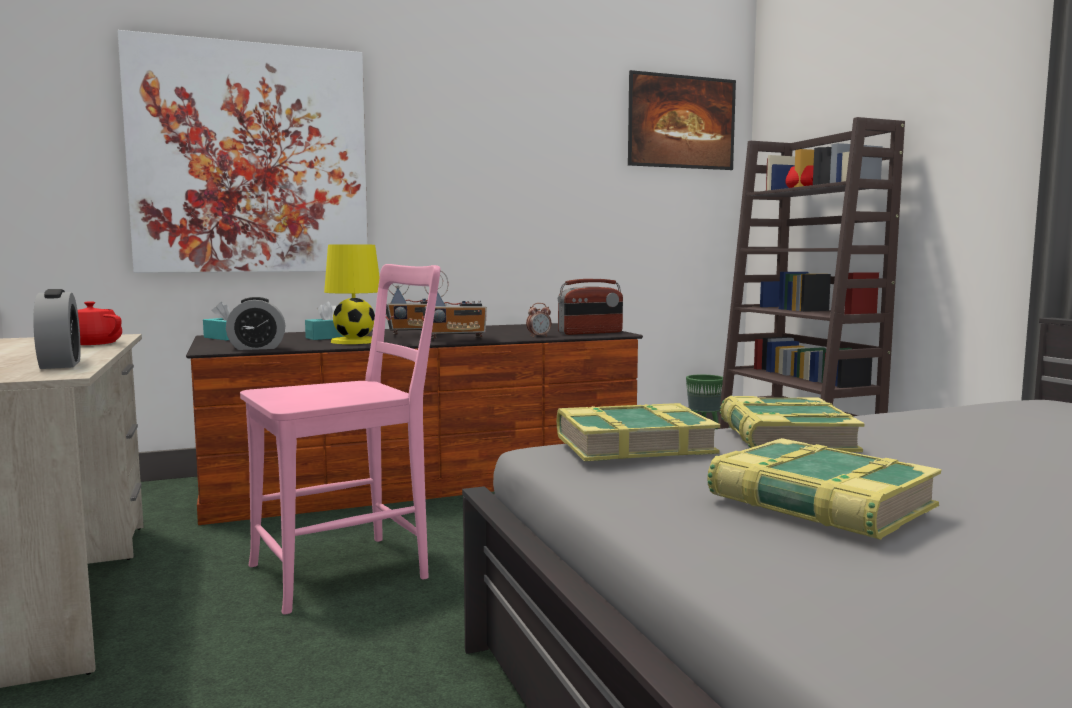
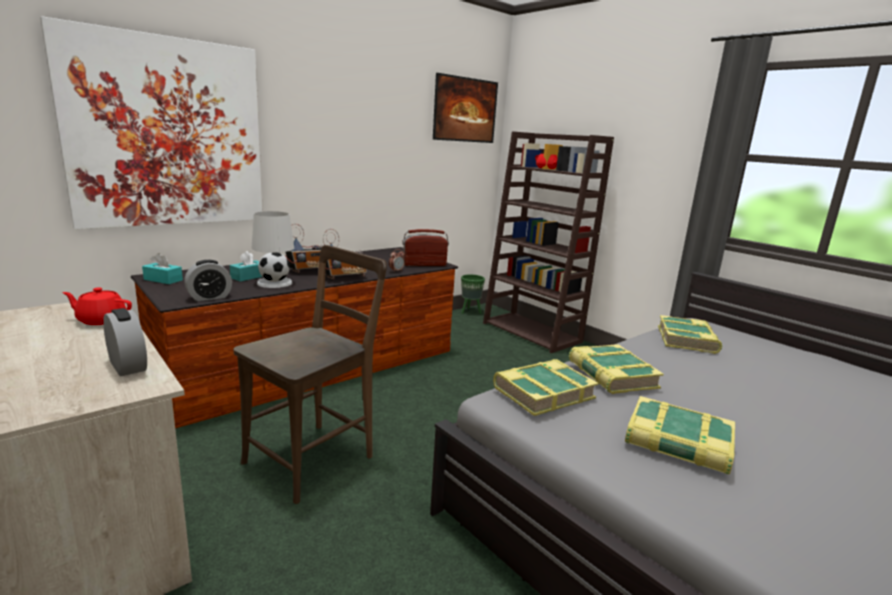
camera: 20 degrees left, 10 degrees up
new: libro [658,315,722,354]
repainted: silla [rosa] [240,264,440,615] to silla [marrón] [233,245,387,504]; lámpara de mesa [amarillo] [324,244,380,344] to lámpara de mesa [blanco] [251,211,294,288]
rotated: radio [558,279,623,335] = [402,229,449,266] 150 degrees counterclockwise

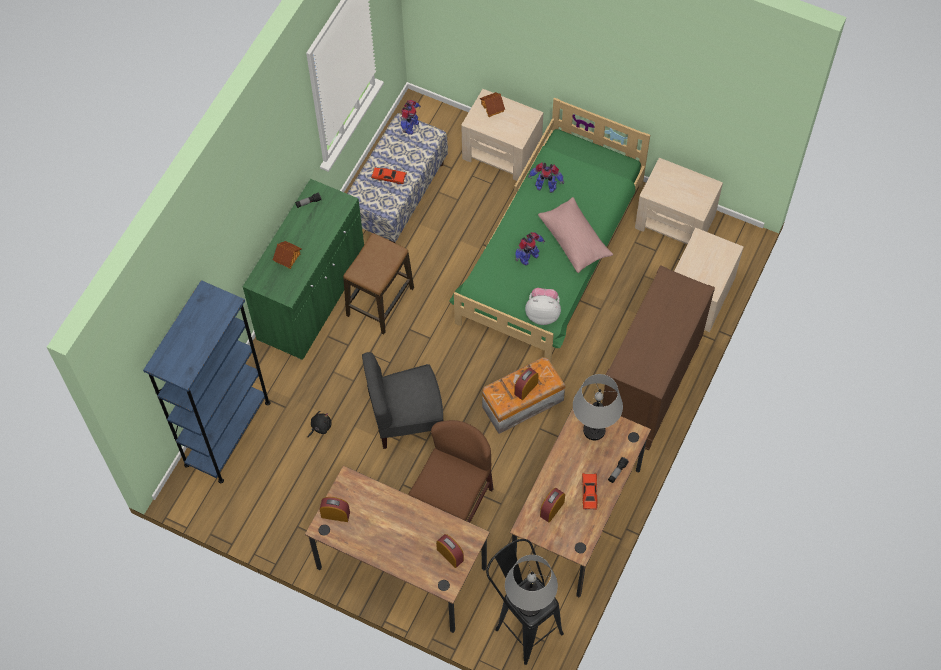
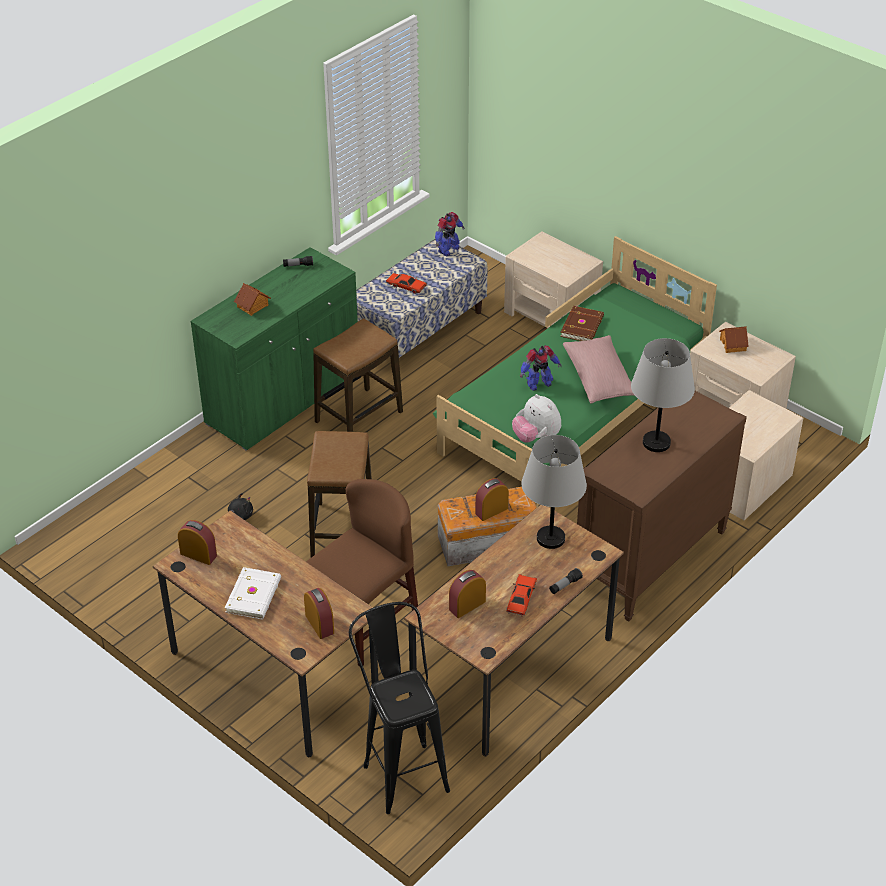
camera: 15 degrees right, 20 degrees down
gone: estantería [azul] [143,280,270,483]
new: libro [blanco] [225,567,281,620]
shifted: casita [480,92,505,117] to [719,326,749,353]; lámpara de mesa [gris] [505,555,558,617] to [631,338,695,452]
swapped: silla [gris] [362,352,443,449] to taburete [307,431,372,557]; robot de juguete [528,162,564,192] to libro [marrón] [560,306,604,341]
rotated: peluche [525,288,561,325] = [512,394,561,443] 150 degrees counterclockwise

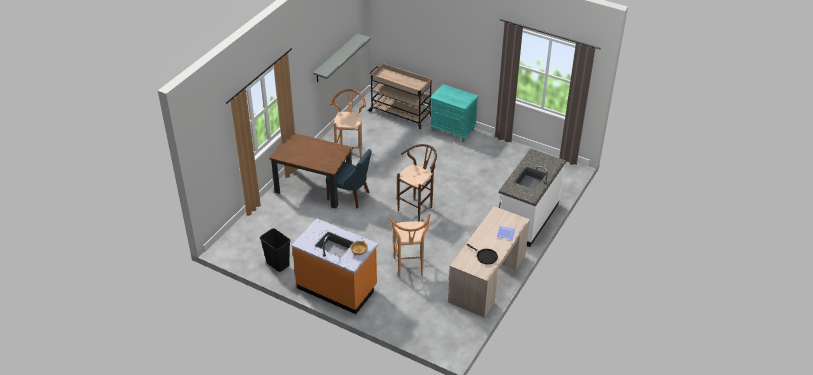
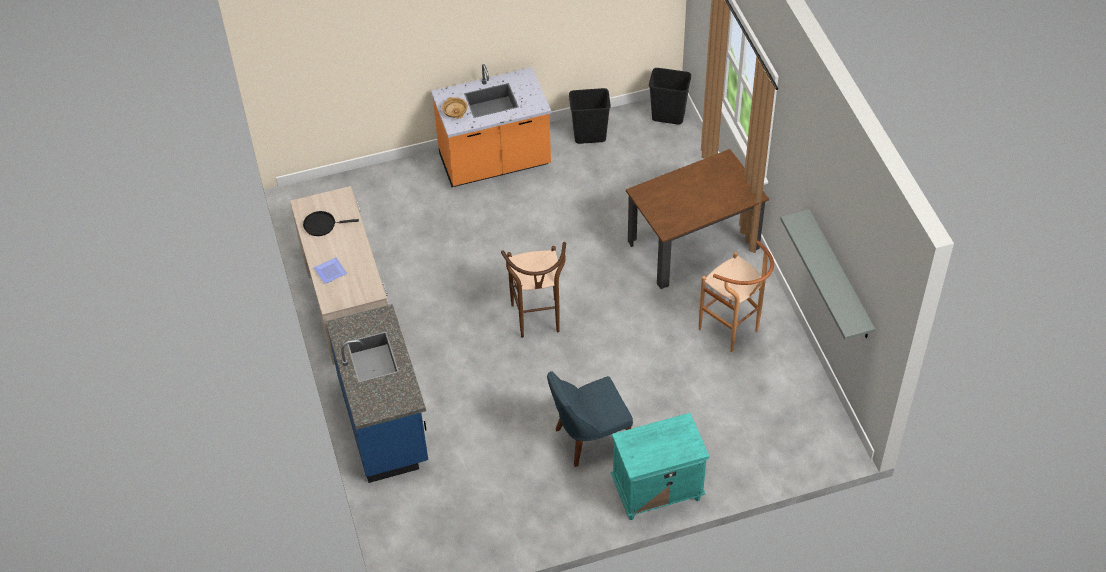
camera: 135 degrees right, 10 degrees up
gone: carrito [beis] [368,63,432,129]; taburete [marrón] [389,214,430,277]
new: papelera [negro] [649,68,691,125]
shifted: silla [azul] [326,149,371,209] to [547,371,633,467]
repainted: mueble bajo de cocina [blanco] [499,148,566,247] to mueble bajo de cocina [azul] [326,304,428,483]

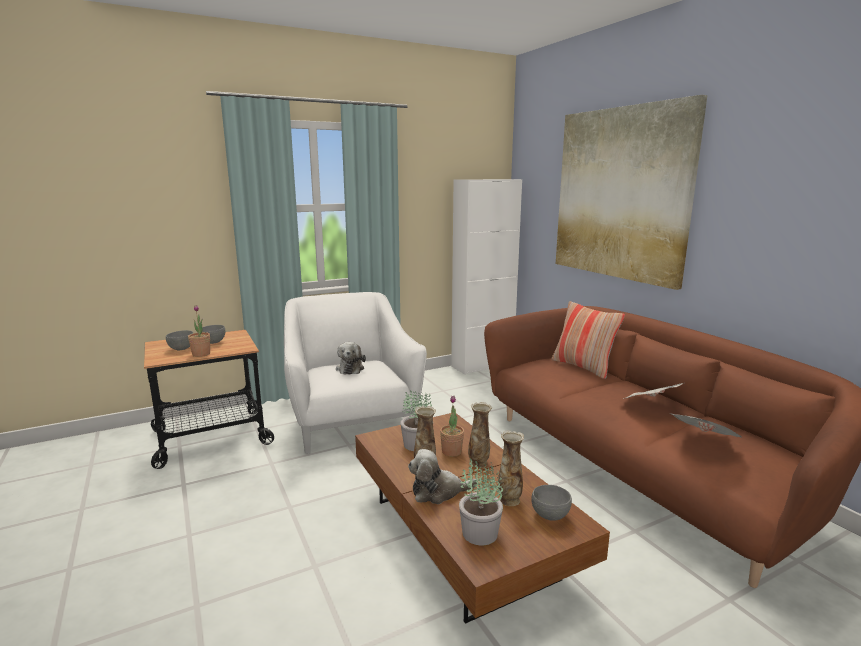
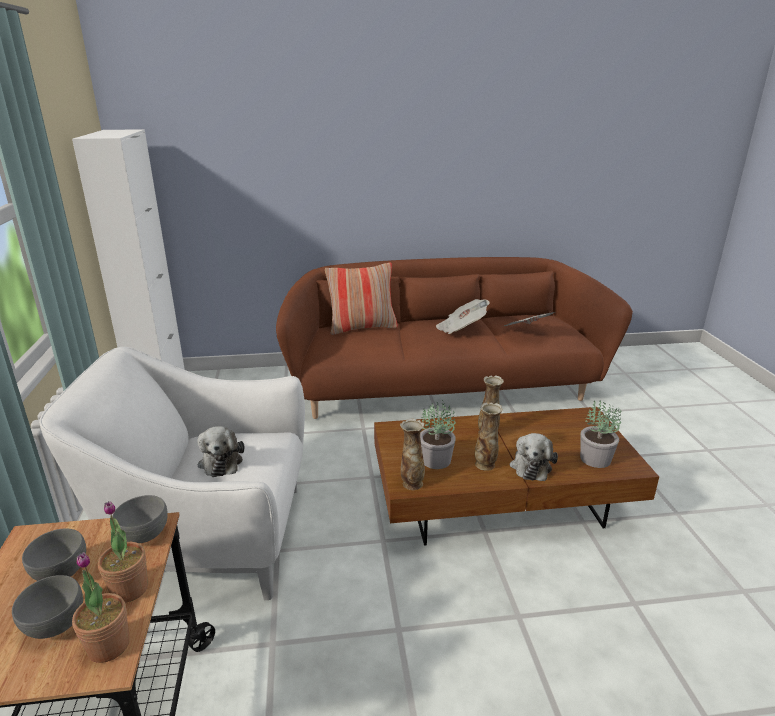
camera: 70 degrees left, 10 degrees up
gone: cuadro [556,95,707,290]
shifted: planta en maceta [440,396,464,457] to [72,552,130,663]; florero [498,430,524,506] to [400,419,425,490]; cuenco [gris] [531,485,572,521] to [112,495,168,543]
rotated: peluche [336,342,366,375] = [198,426,244,477] 60 degrees clockwise

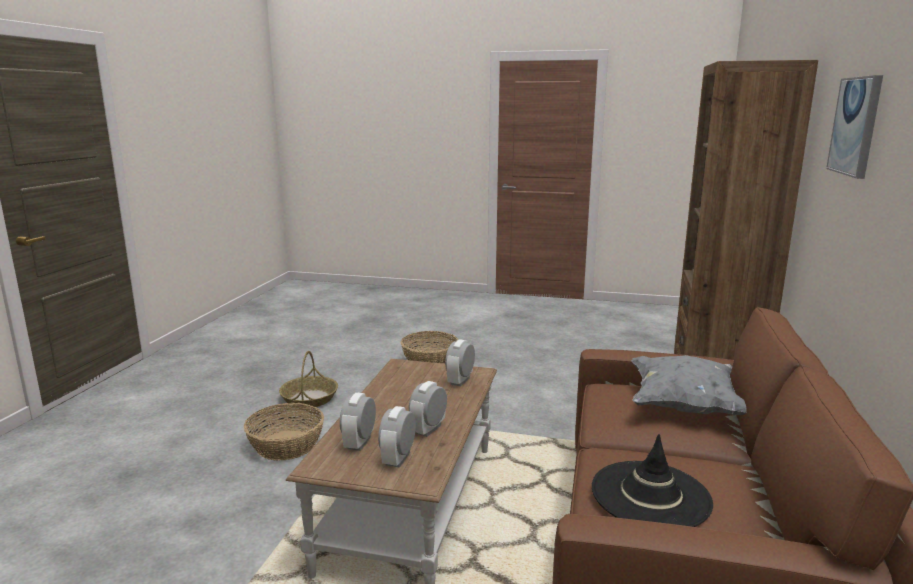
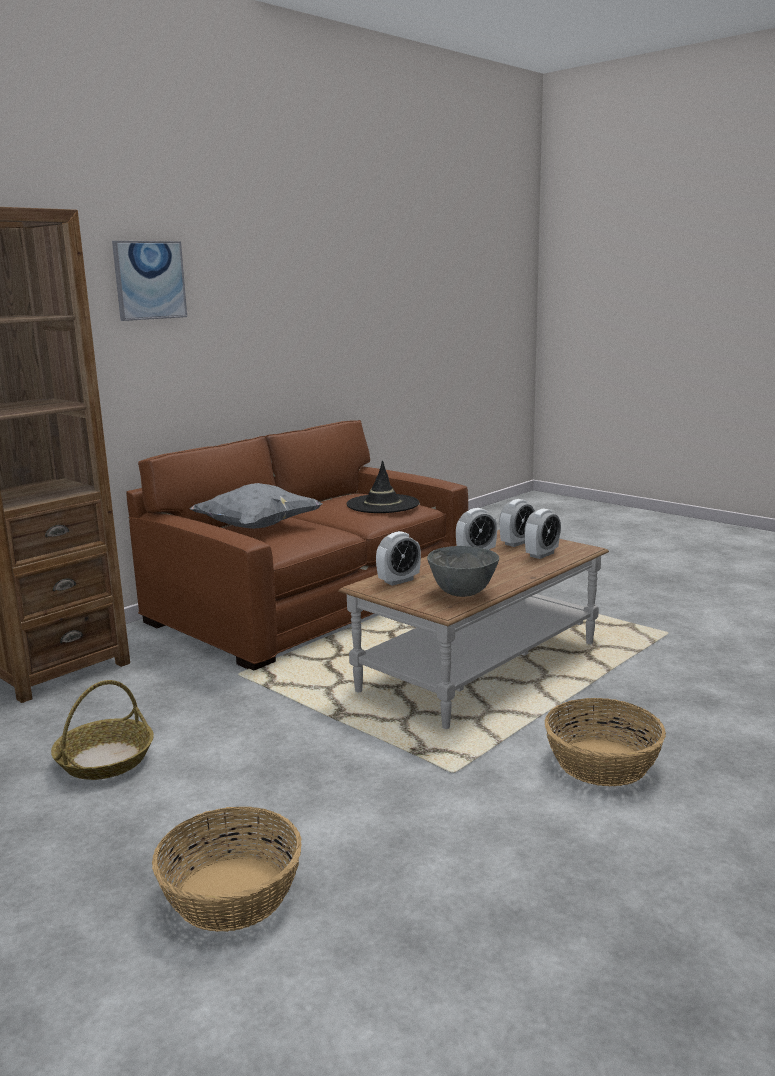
camera: 150 degrees left, 0 degrees up
new: cuenco [gris] [427,546,499,597]
shifted: cesta [279,351,338,407] to [51,680,154,780]

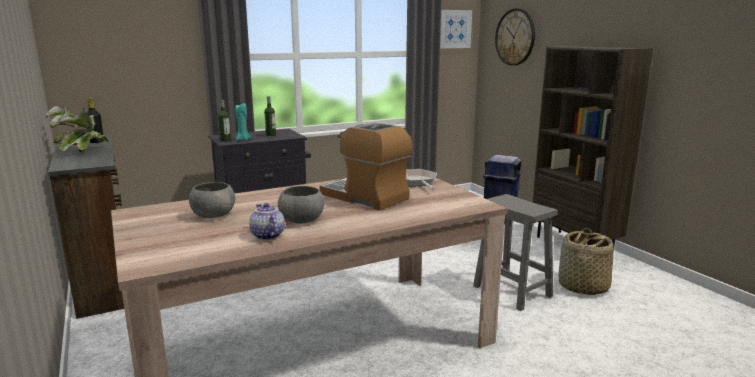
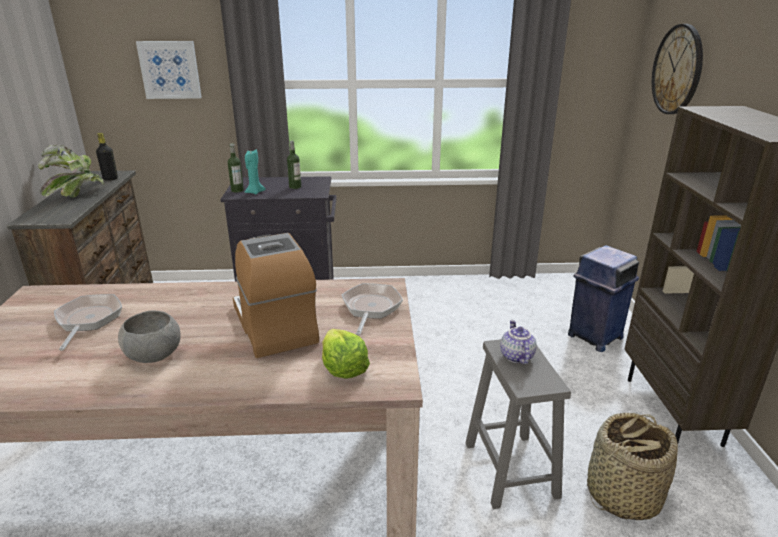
camera: 25 degrees right, 10 degrees up
new: lechuga [322,329,370,379]
shifted: tetera [249,203,285,240] to [500,320,537,365]; cuadro [440,10,472,48] to [136,41,202,99]
swapped: cuenco [gris] [189,182,235,218] to sartén [54,294,122,351]

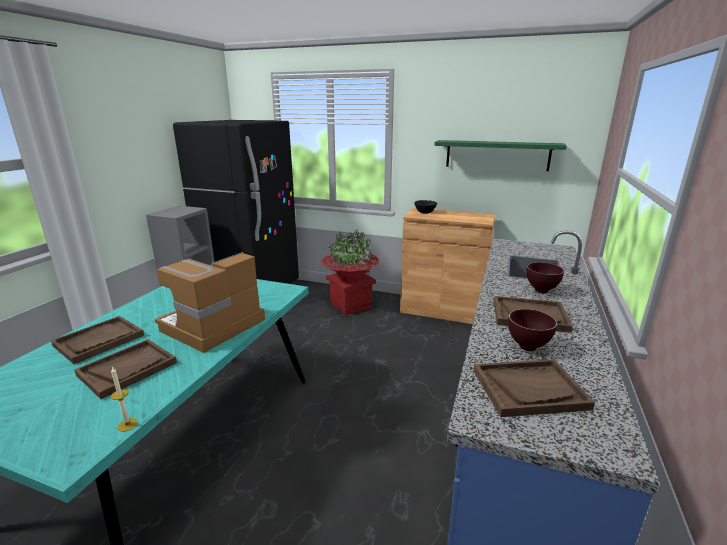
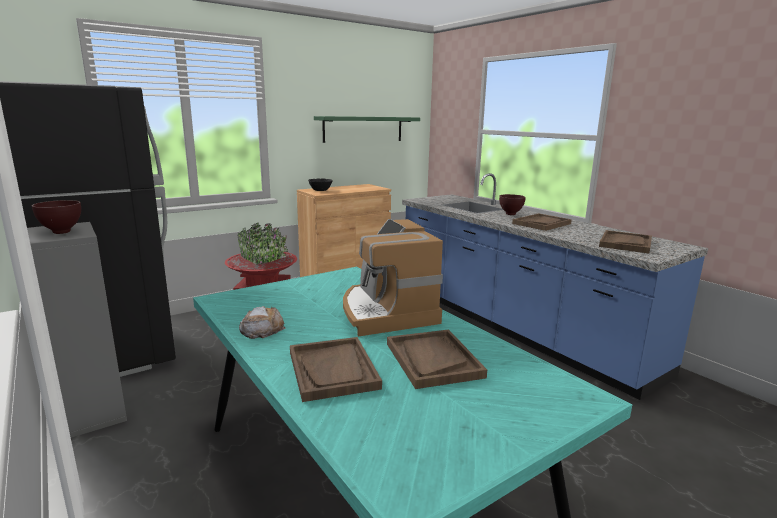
camera: 55 degrees left, 5 degrees down
gone: vela [111,367,138,432]
new: pan [239,306,286,339]
shifted: cuenco [marrón] [508,309,557,351] to [32,200,81,234]

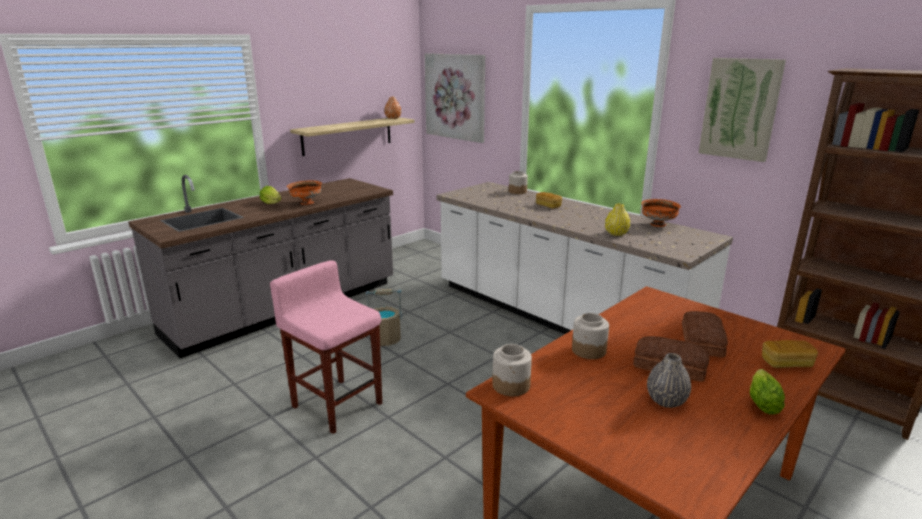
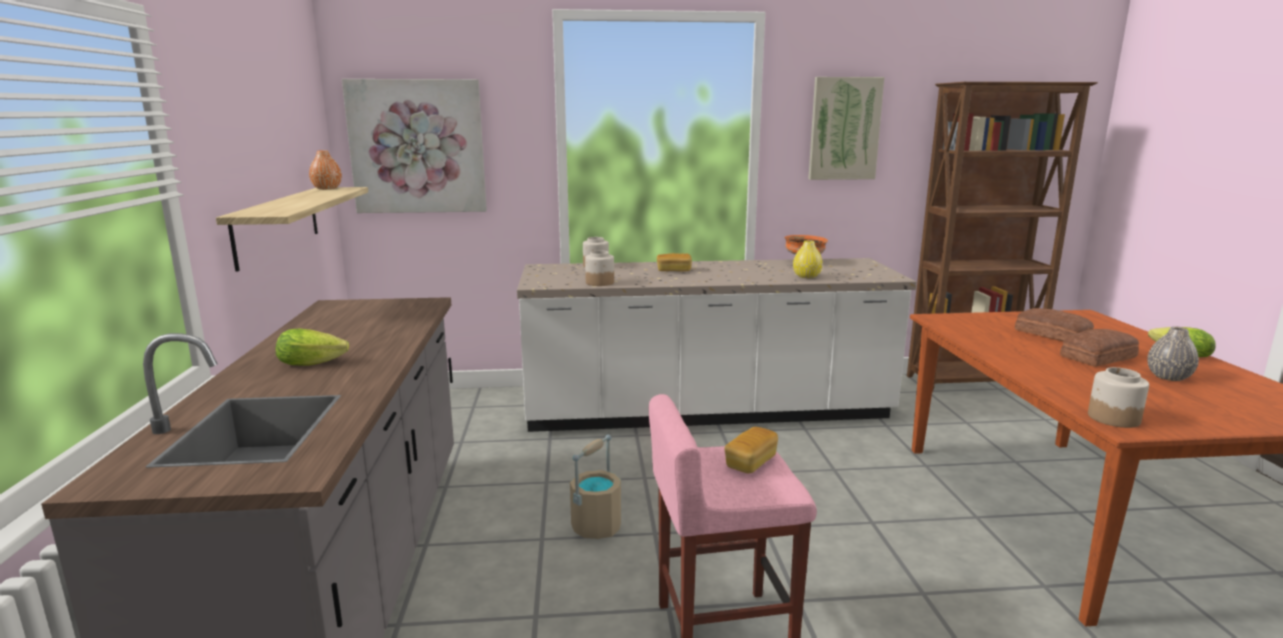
camera: 50 degrees left, 5 degrees down
gone: cuenco [naranja] [287,181,322,205]
shifted: tarro [572,313,609,359] to [585,251,614,286]; pan [762,340,818,368] to [724,427,778,473]

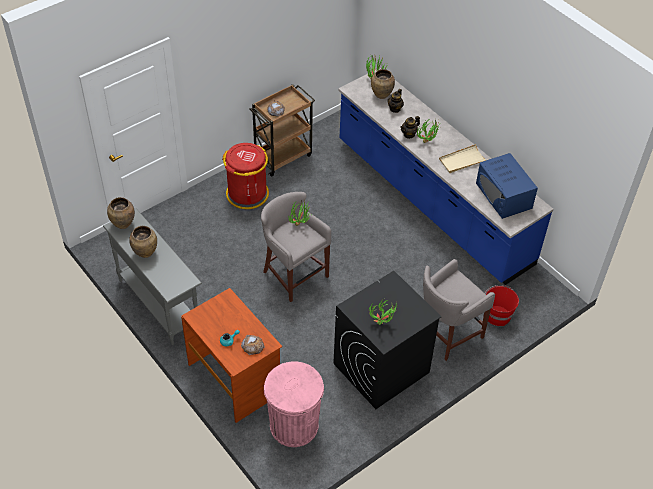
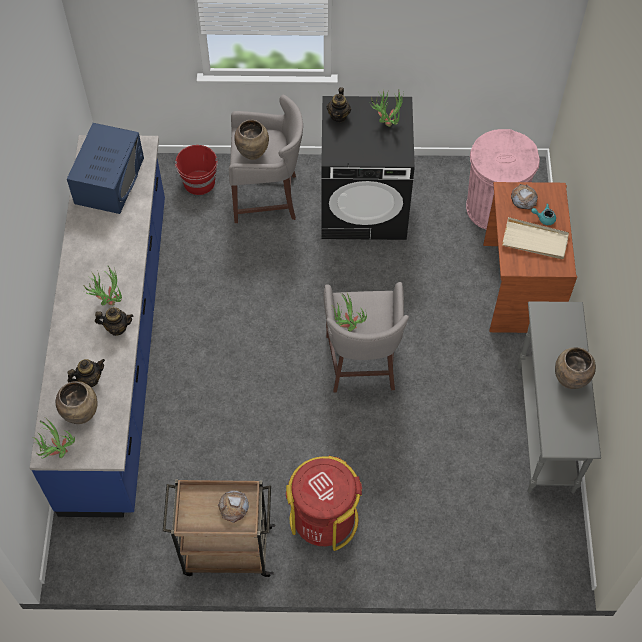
camera: 140 degrees left, 10 degrees up
new: tetera [327,87,351,123]
shifted: florero [marrón] [107,197,135,229] to [234,120,269,160]; bandeja [beis] [439,144,486,173] to [502,217,569,259]

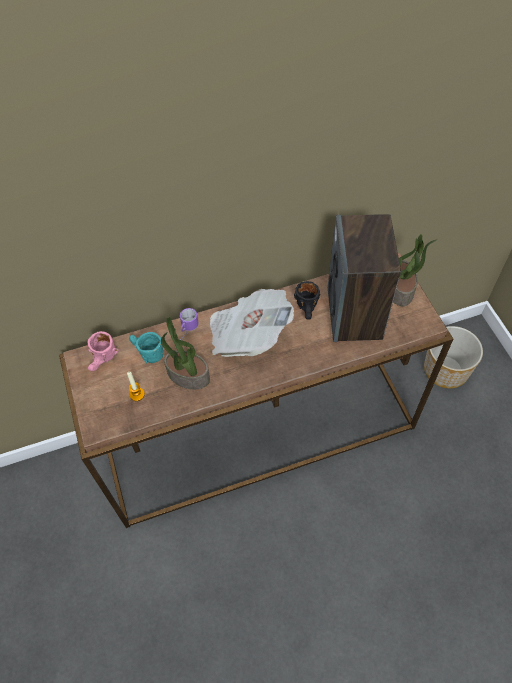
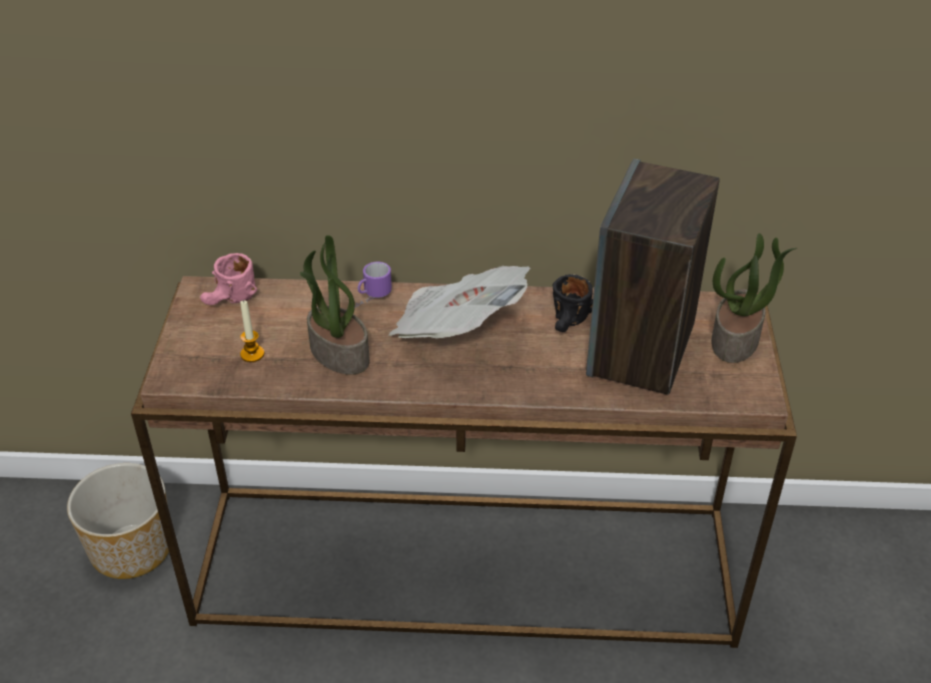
camera: 20 degrees right, 15 degrees down
gone: taza grande [turquesa] [129,332,163,364]
shifted: maceta [424,326,483,388] to [67,463,169,579]

